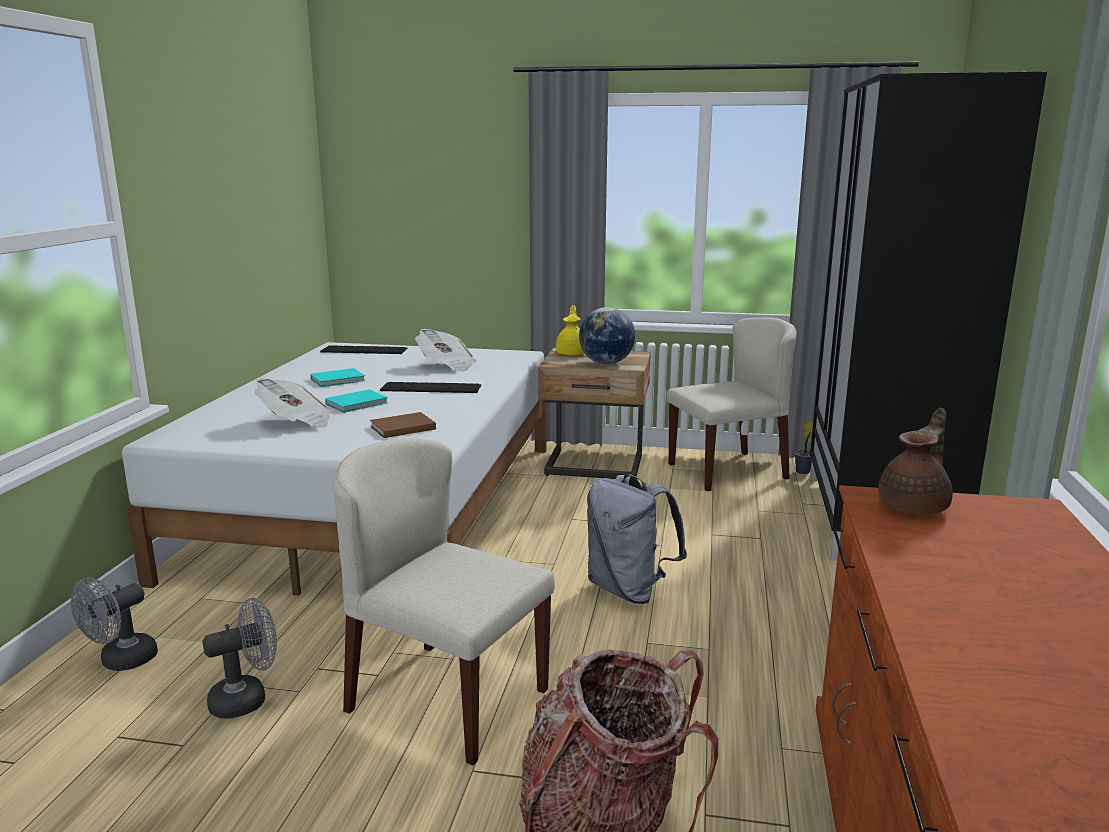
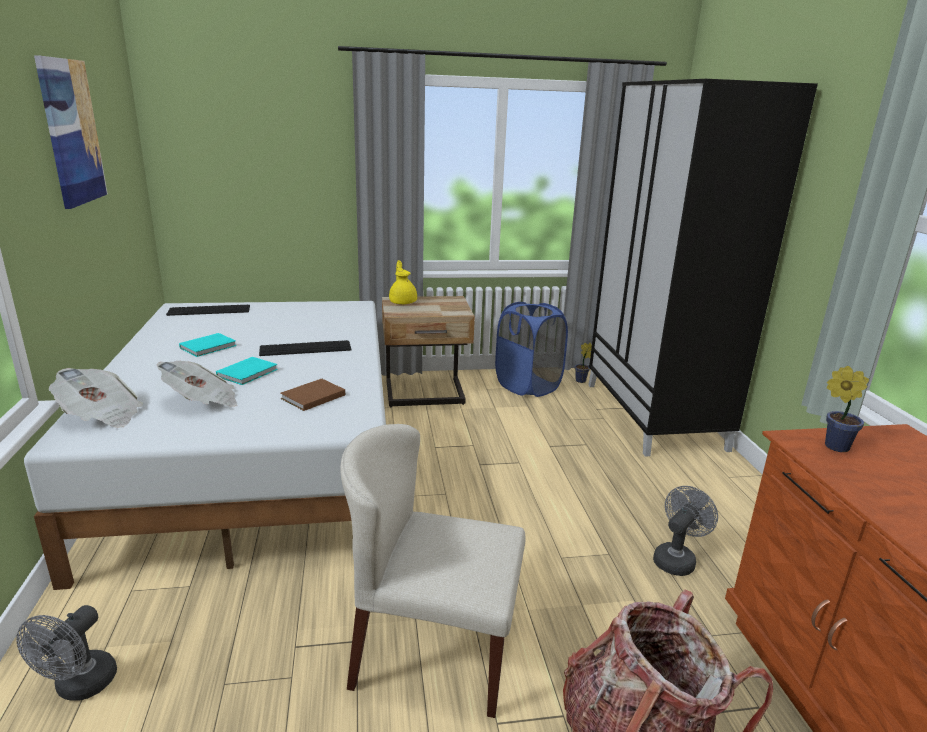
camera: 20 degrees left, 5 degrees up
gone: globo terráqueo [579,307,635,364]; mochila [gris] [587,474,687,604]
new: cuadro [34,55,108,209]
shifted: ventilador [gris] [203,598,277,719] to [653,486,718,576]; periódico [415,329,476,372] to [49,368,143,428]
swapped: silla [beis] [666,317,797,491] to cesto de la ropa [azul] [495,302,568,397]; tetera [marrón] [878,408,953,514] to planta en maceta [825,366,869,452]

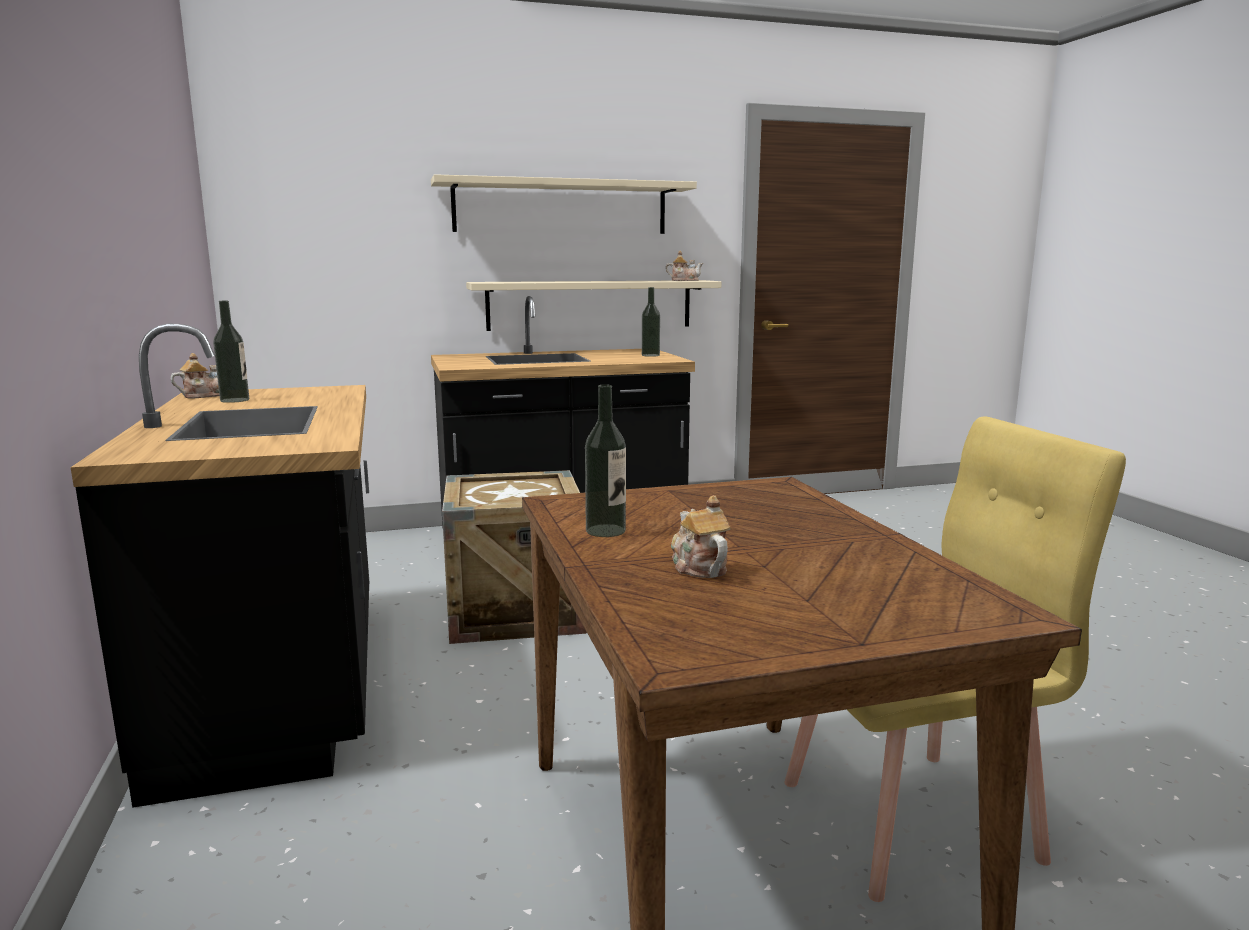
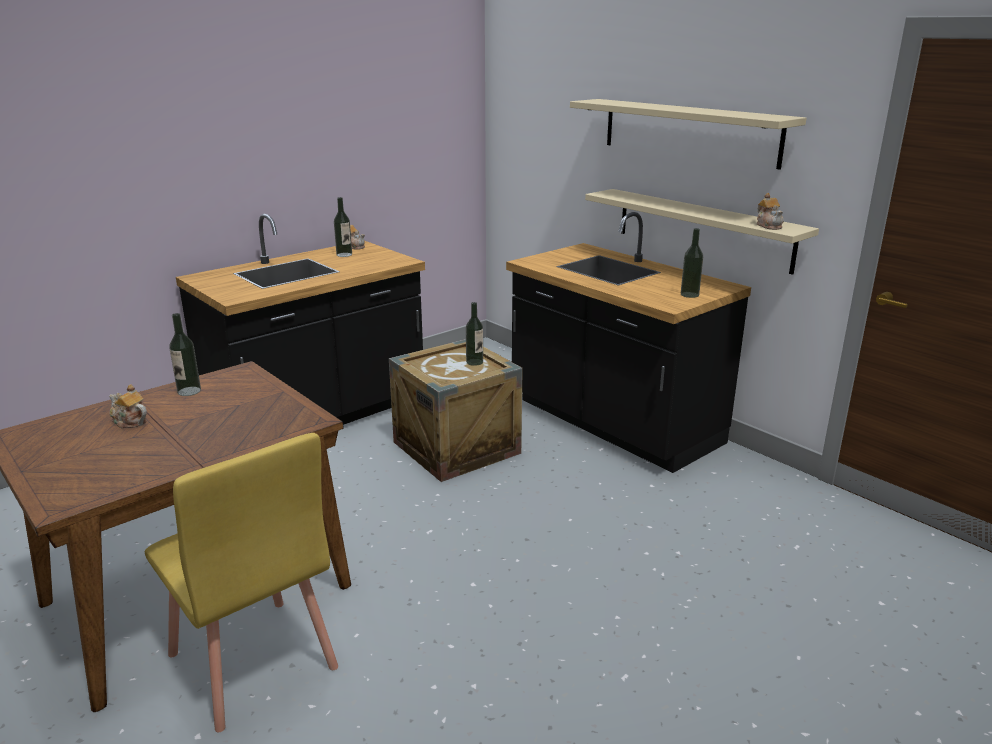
camera: 65 degrees right, 10 degrees up
new: botella [466,302,483,366]
rotated: tetera [671,495,731,578] = [109,384,147,428] 105 degrees counterclockwise

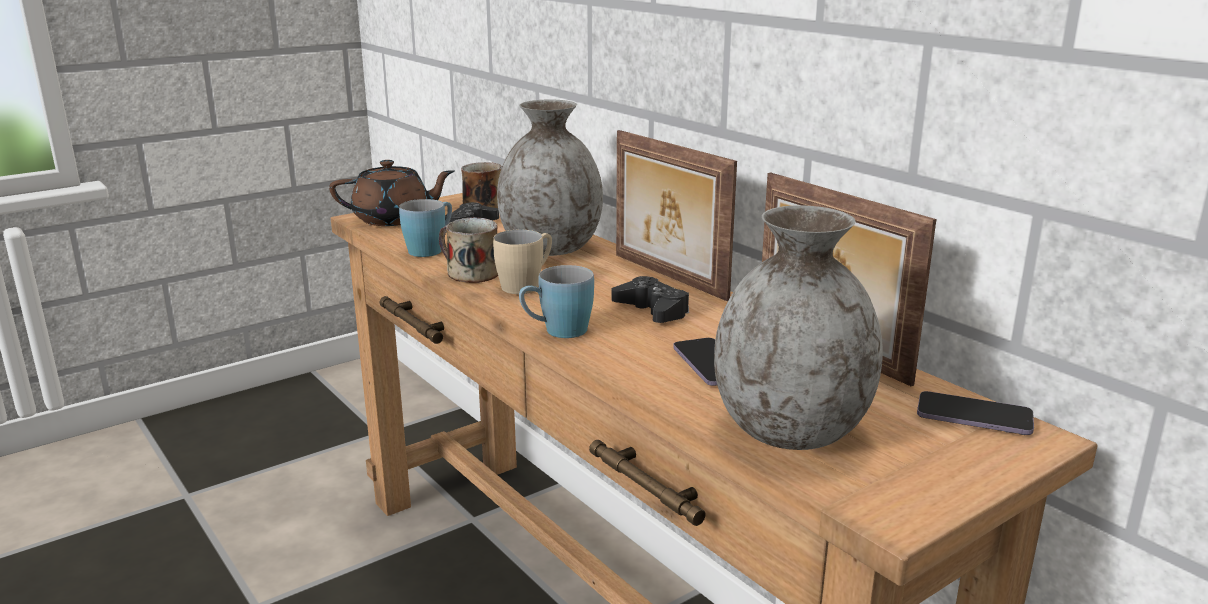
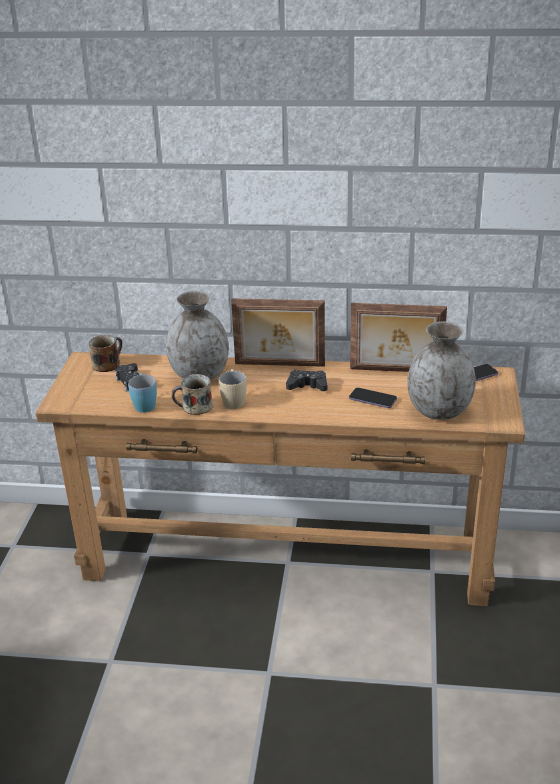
camera: 45 degrees left, 10 degrees up
gone: tetera [marrón] [329,160,455,226]; taza grande [azul] [519,265,594,338]

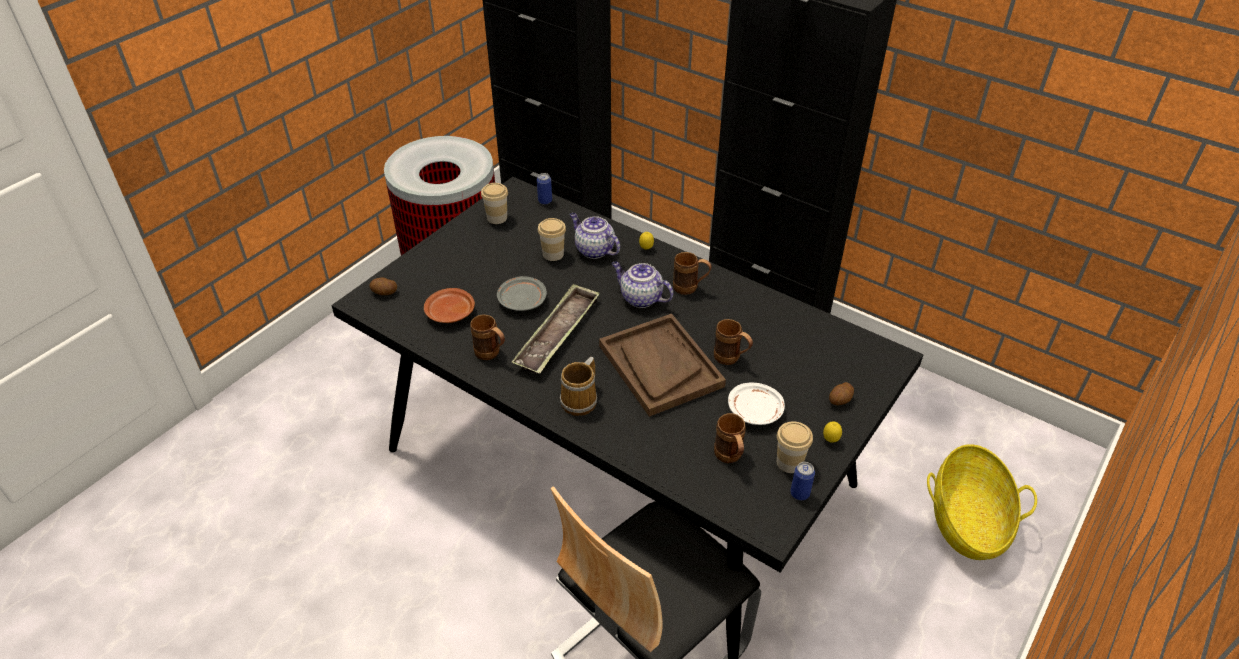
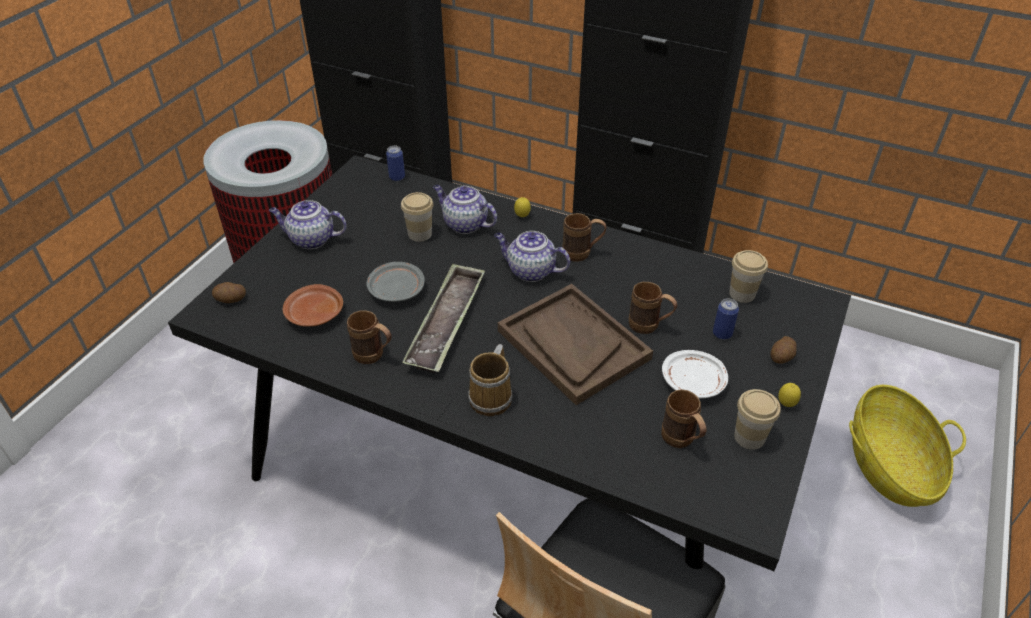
camera: 10 degrees left, 0 degrees up
new: tetera [269,200,347,249]
shifted: taza [481,183,508,224] to [729,250,768,303]; lata [790,462,815,500] to [713,298,739,340]

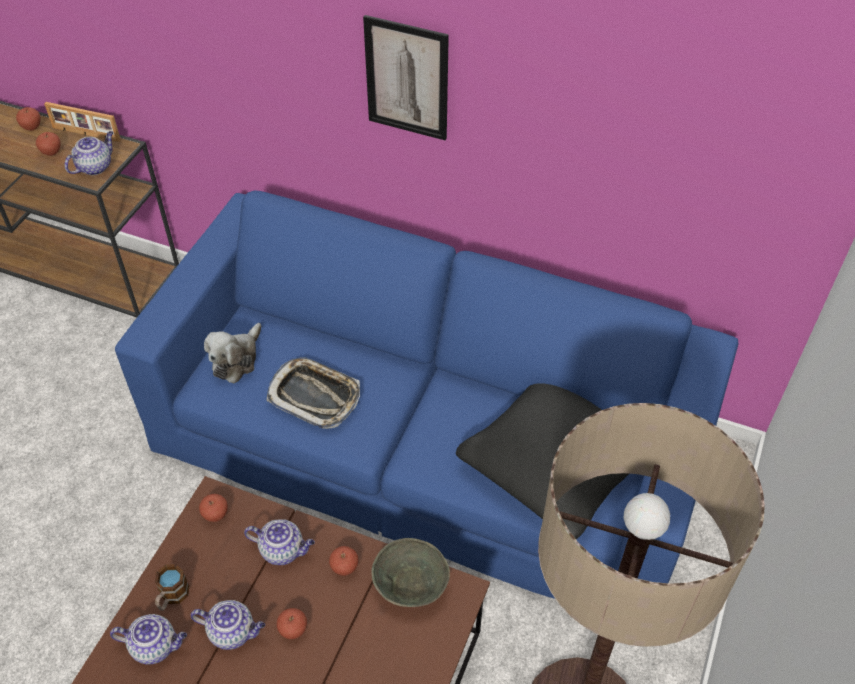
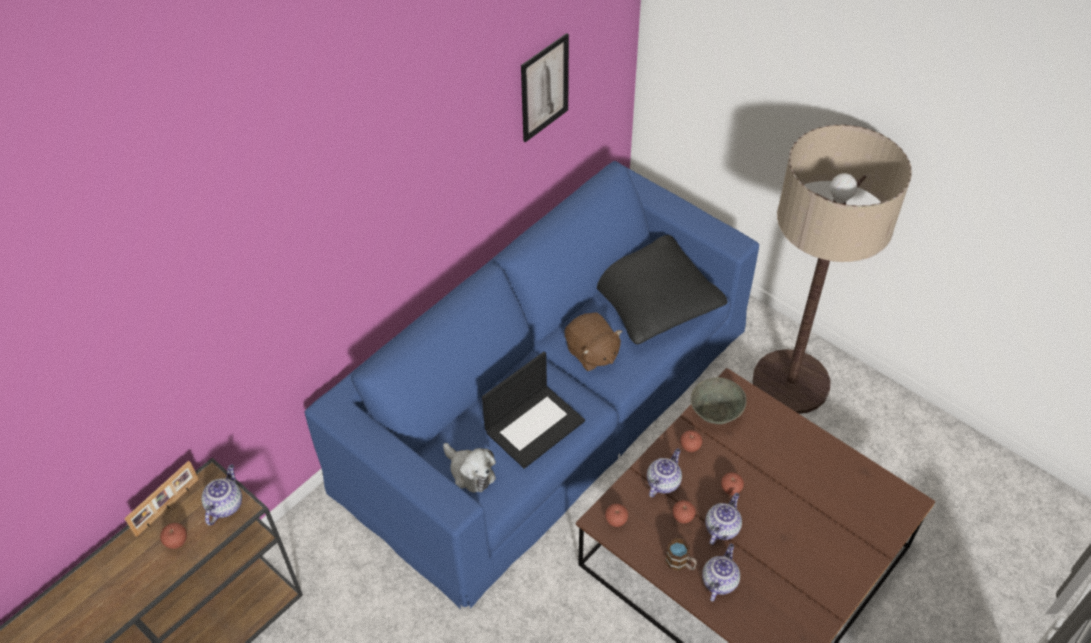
camera: 70 degrees left, 0 degrees up
new: peluche [marrón] [564,312,623,371]
shifted: manzana [16,107,41,131] to [673,500,696,524]; cuadro [363,15,449,140] to [521,33,569,142]
swapped: bandeja [266,357,360,429] to portátil [482,352,585,469]
rotated: tetera [65,131,113,175] = [201,464,242,525] 45 degrees clockwise

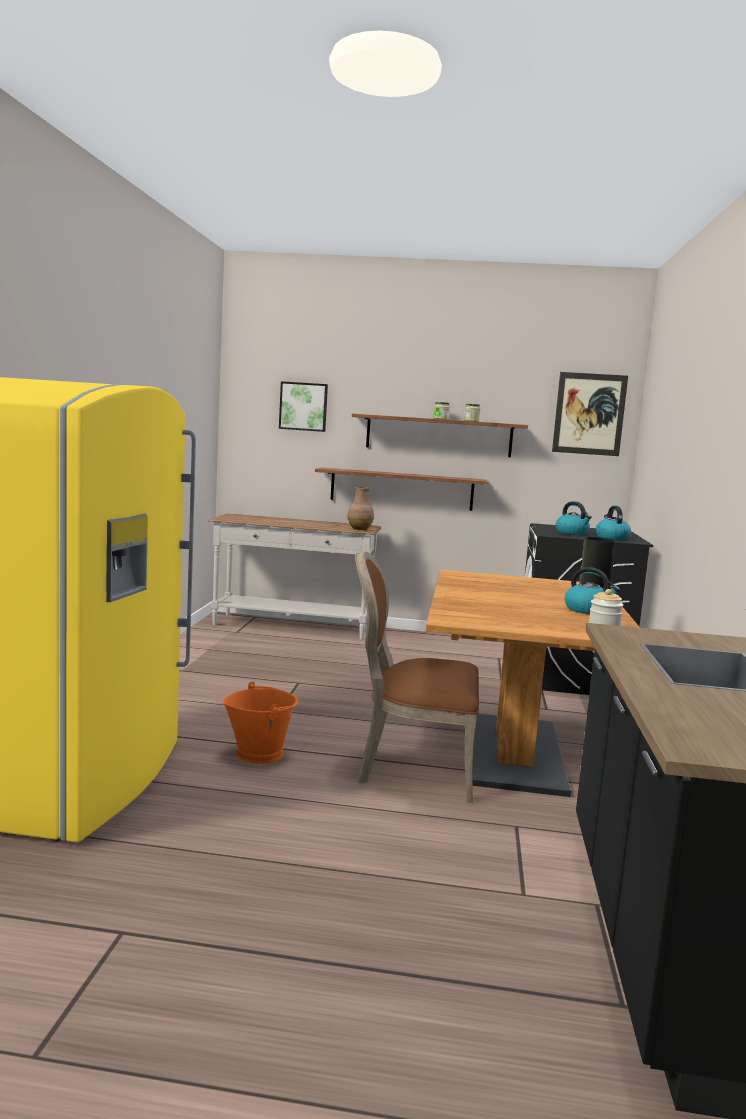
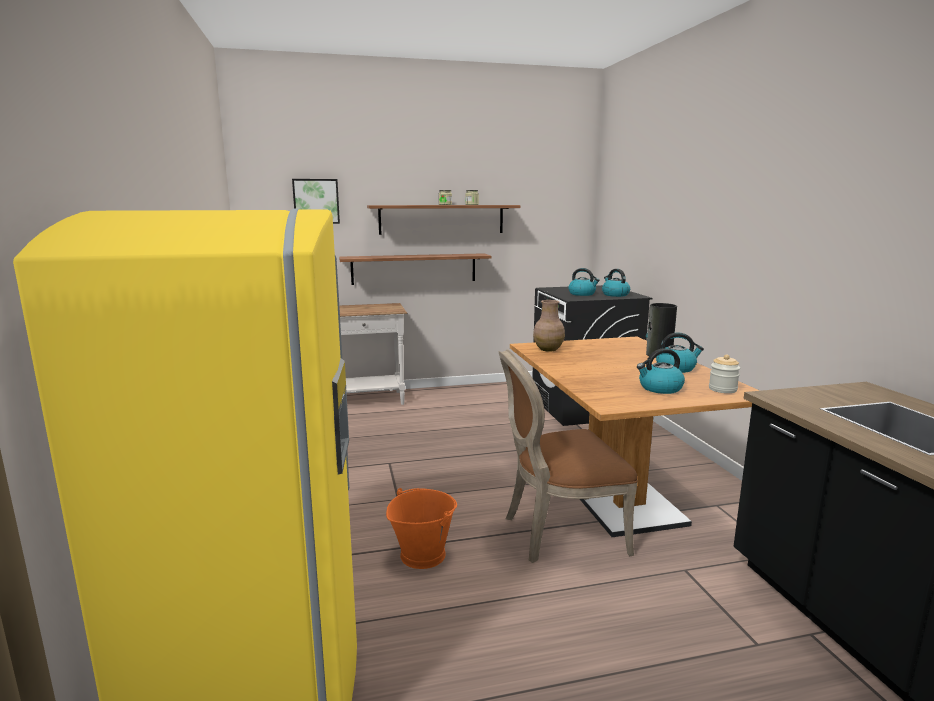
camera: 20 degrees left, 5 degrees up
gone: cuadro [552,372,628,456]
new: hervidor [637,348,685,394]
shifted: florero [marrón] [347,487,374,530] to [533,300,565,352]

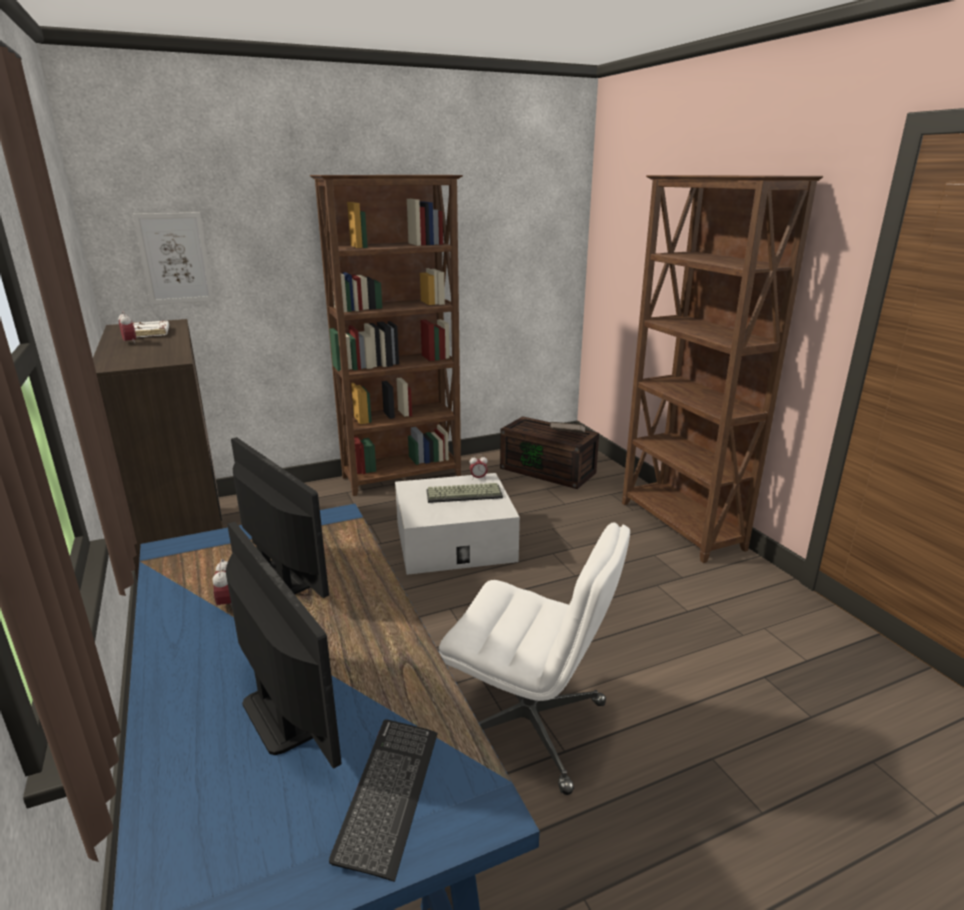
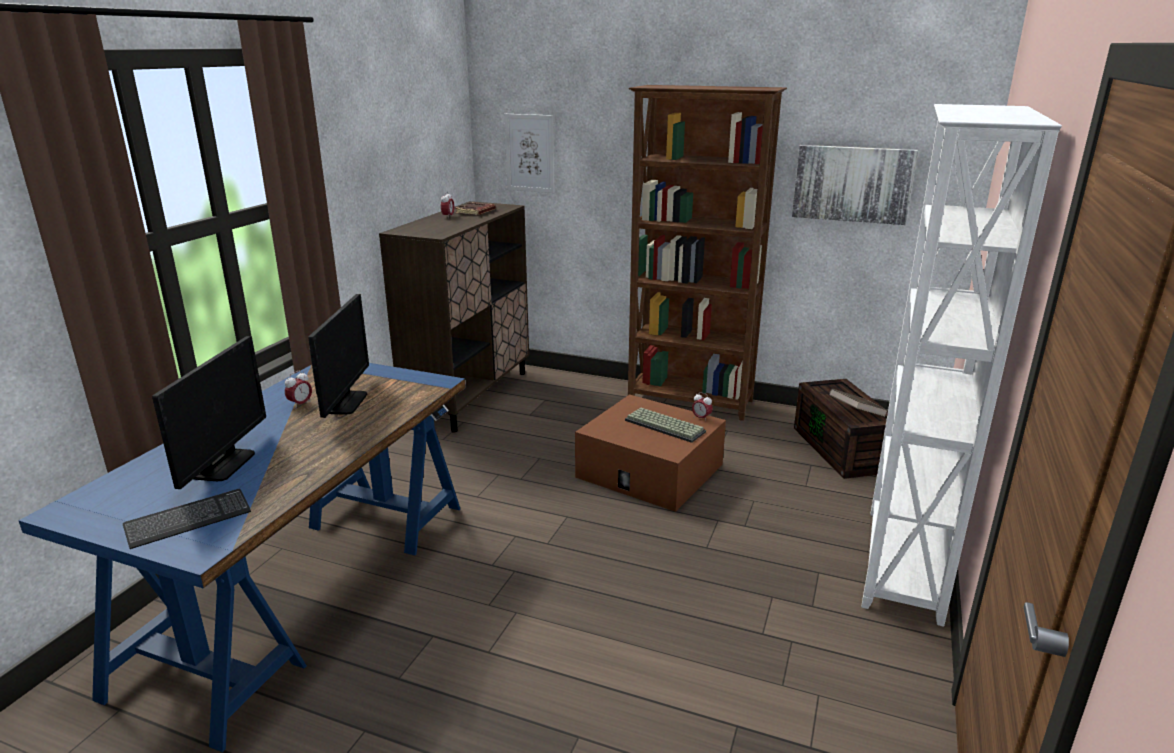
camera: 45 degrees right, 0 degrees up
gone: silla de oficina [blanco] [439,522,630,795]
new: cuadro [792,145,918,225]
repainted: libro [blanco] [133,321,169,337] to libro [marrón] [455,202,496,215]; caja de almacenaje [blanco] [395,473,520,575] to caja de almacenaje [marrón] [575,394,726,512]; estantería [marrón] [622,175,823,563] to estantería [blanco] [861,104,1062,627]

